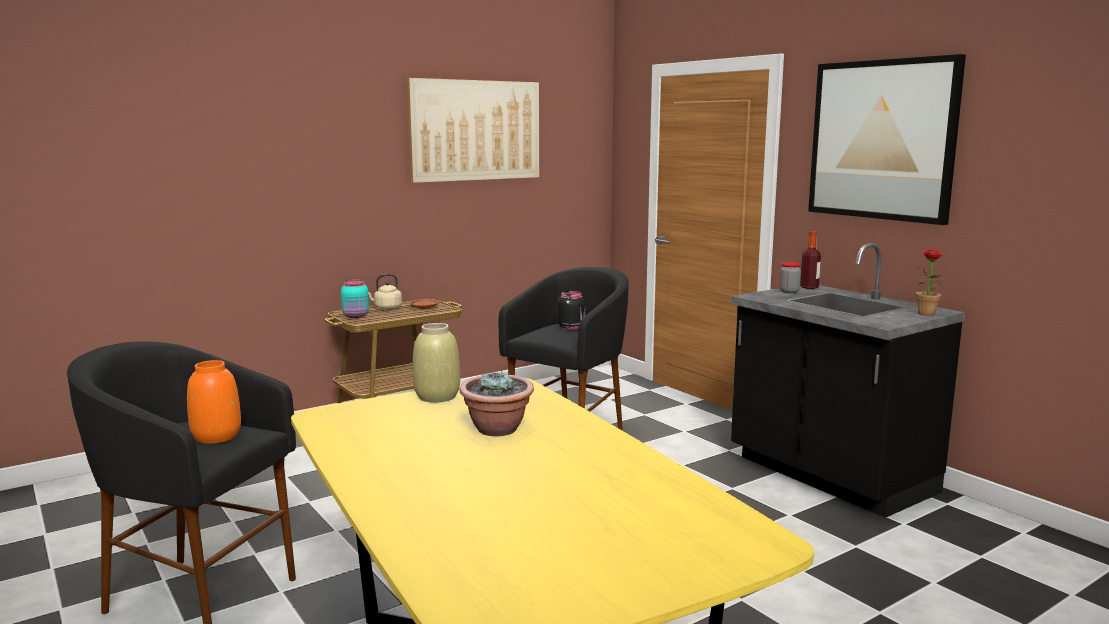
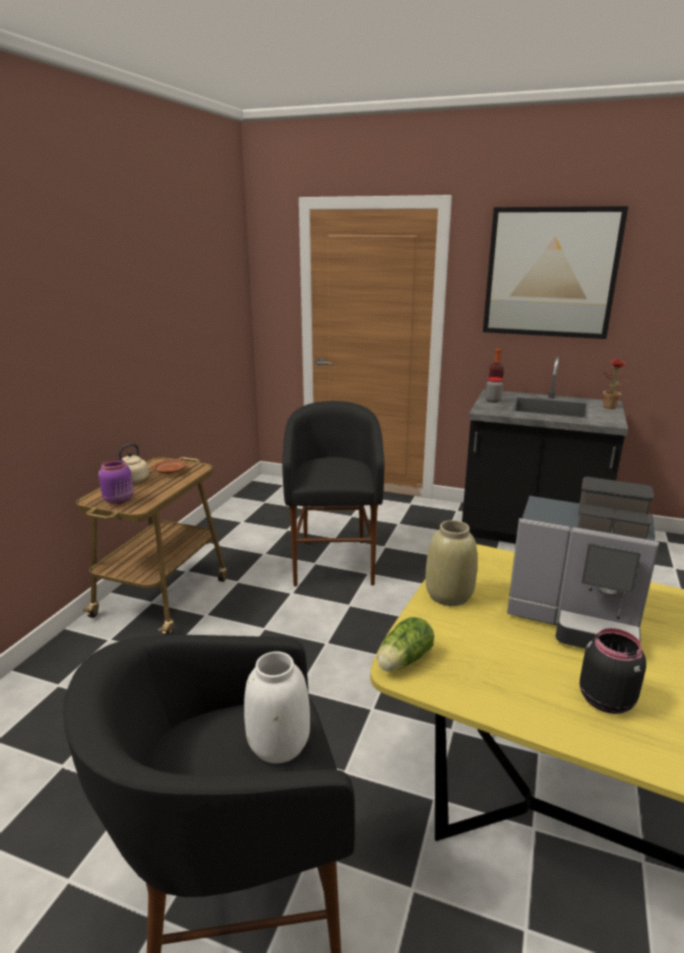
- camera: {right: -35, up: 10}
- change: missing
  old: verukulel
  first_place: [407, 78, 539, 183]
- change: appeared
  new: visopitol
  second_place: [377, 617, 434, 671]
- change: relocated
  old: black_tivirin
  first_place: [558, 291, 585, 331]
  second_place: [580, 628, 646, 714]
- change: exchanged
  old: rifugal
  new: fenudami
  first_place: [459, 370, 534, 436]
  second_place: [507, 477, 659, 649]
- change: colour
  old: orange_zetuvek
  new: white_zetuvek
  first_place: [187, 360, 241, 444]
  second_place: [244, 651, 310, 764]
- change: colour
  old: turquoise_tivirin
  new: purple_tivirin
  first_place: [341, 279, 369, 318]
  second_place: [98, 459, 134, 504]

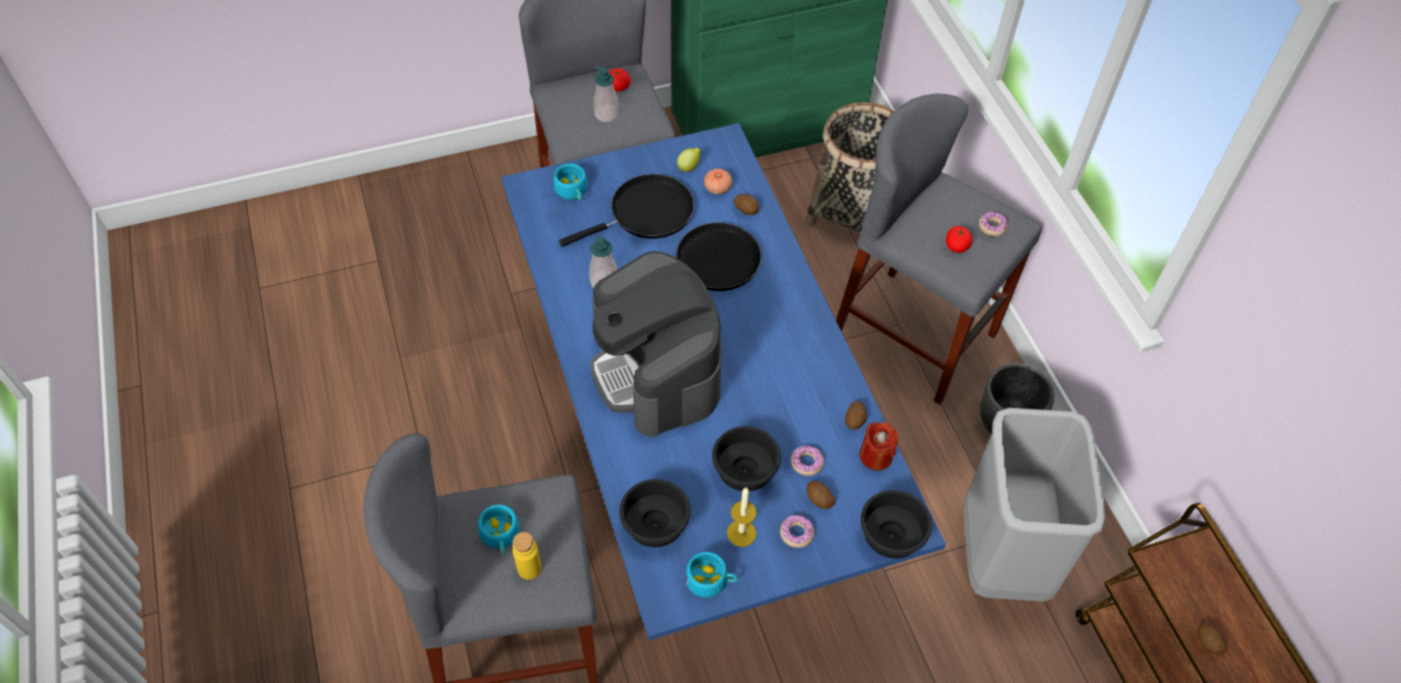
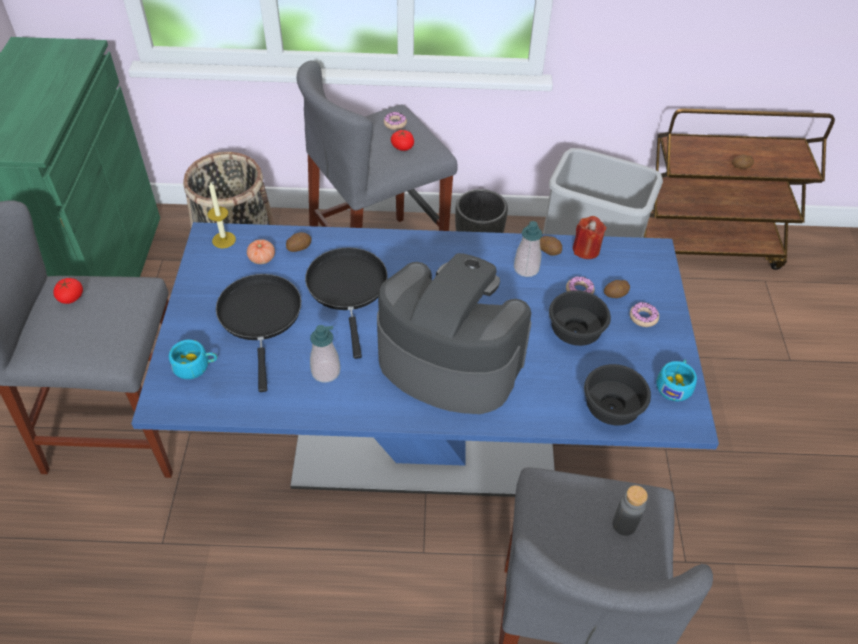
- camera: {right: -70, up: -5}
- change: missing
  old: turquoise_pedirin
  first_place: [478, 504, 520, 555]
- change: missing
  old: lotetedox
  first_place: [677, 148, 701, 172]
- change: missing
  old: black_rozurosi
  first_place: [860, 490, 932, 559]
- change: relocated
  old: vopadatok
  first_place: [594, 66, 619, 122]
  second_place: [514, 221, 542, 277]
- change: relocated
  old: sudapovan
  first_place: [727, 488, 757, 547]
  second_place: [208, 181, 236, 248]
- change: colour
  old: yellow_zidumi
  new: grey_zidumi
  first_place: [513, 532, 542, 580]
  second_place: [612, 485, 648, 536]
- change: spun
  old: fenudami
  first_place: [590, 251, 722, 437]
  second_place: [377, 253, 531, 414]
  degrees: -150

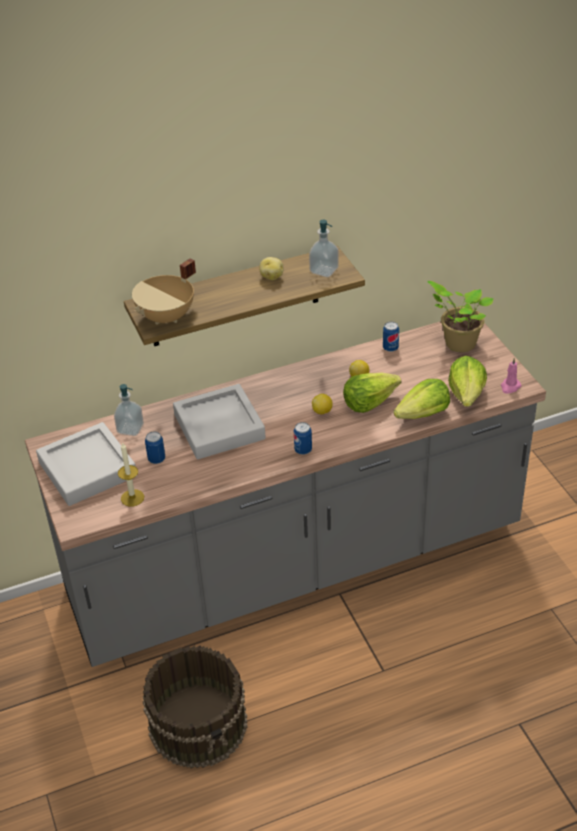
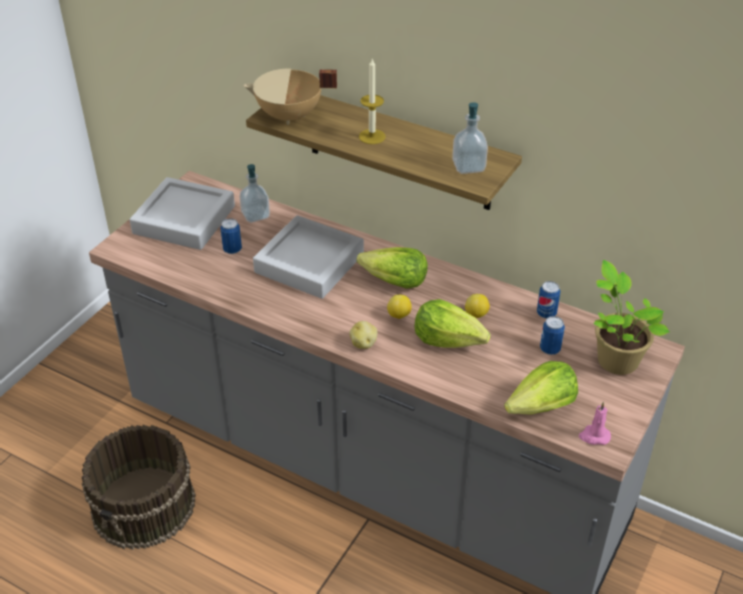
- camera: {right: 50, up: 0}
- change: relocated
  old: sudapovan
  first_place: [118, 443, 144, 507]
  second_place: [359, 59, 386, 144]
- change: relocated
  old: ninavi
  first_place: [259, 257, 283, 280]
  second_place: [349, 321, 377, 349]
- change: relocated
  old: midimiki
  first_place: [294, 422, 312, 455]
  second_place: [540, 316, 565, 355]
- change: relocated
  old: visopitol
  first_place: [393, 379, 450, 419]
  second_place: [356, 247, 428, 289]

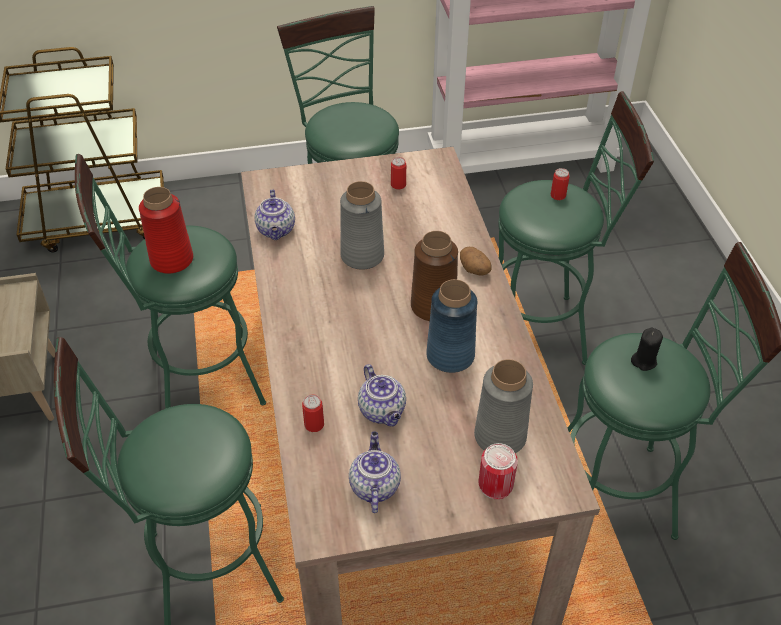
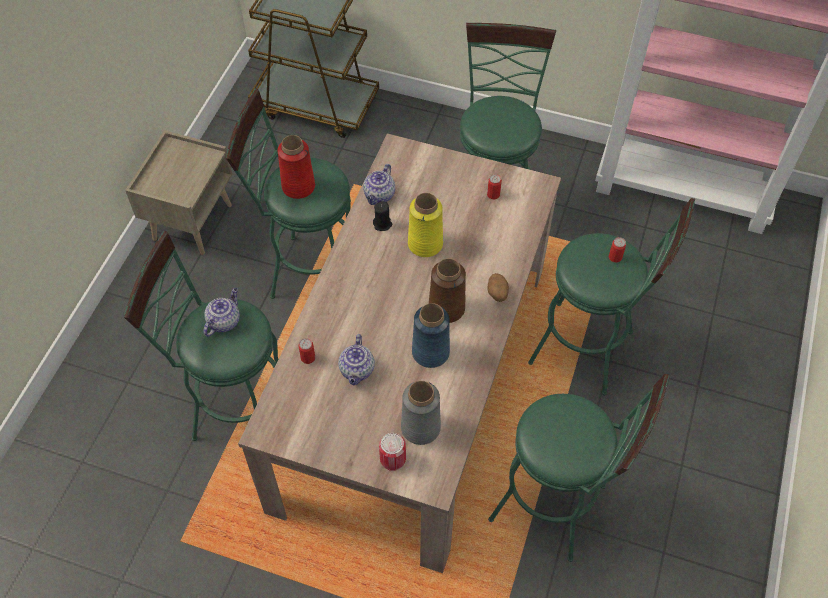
- camera: {right: 30, up: 10}
- change: relocated
  old: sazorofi
  first_place: [349, 431, 401, 513]
  second_place: [203, 288, 240, 337]
- change: relocated
  old: black_sudapovan
  first_place: [631, 328, 663, 371]
  second_place: [373, 201, 392, 231]
- change: colour
  old: grey_zetuvek
  new: yellow_zetuvek
  first_place: [340, 181, 384, 270]
  second_place: [408, 193, 443, 257]

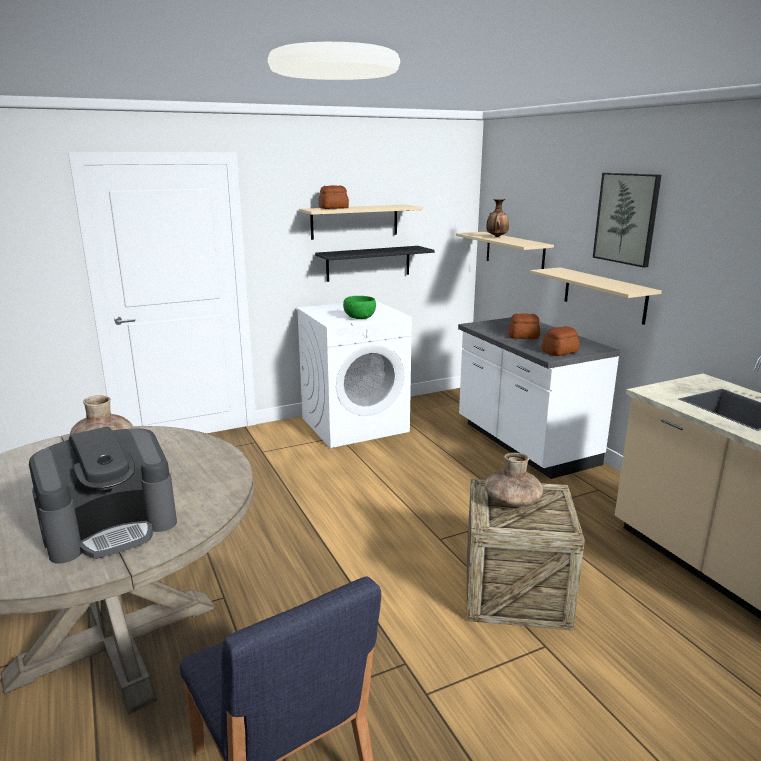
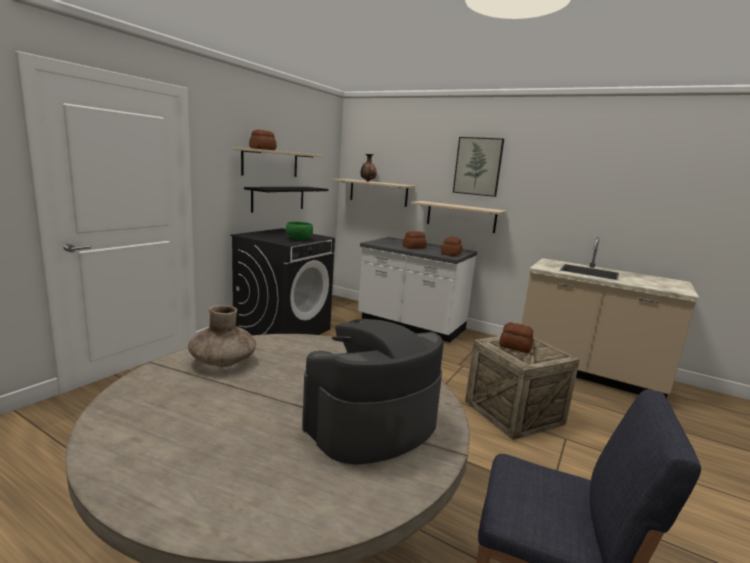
- camera: {right: -35, up: -5}
- change: exchanged
  old: brown_zetuvek
  new: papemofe
  first_place: [485, 453, 543, 507]
  second_place: [499, 322, 534, 353]
- change: colour
  old: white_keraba
  new: black_keraba
  first_place: [297, 300, 412, 448]
  second_place: [230, 228, 335, 335]
- change: spun
  old: fenudami
  first_place: [29, 427, 177, 563]
  second_place: [302, 319, 444, 465]
  degrees: -150

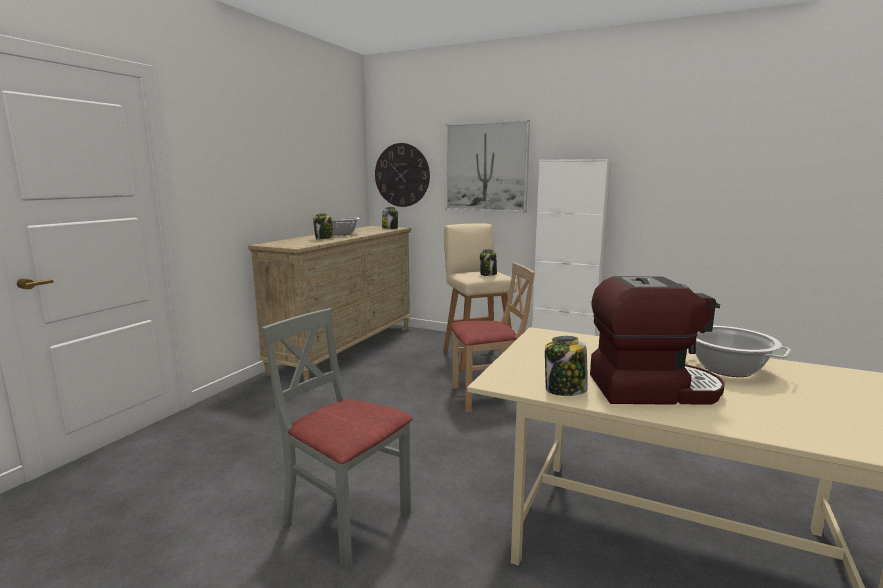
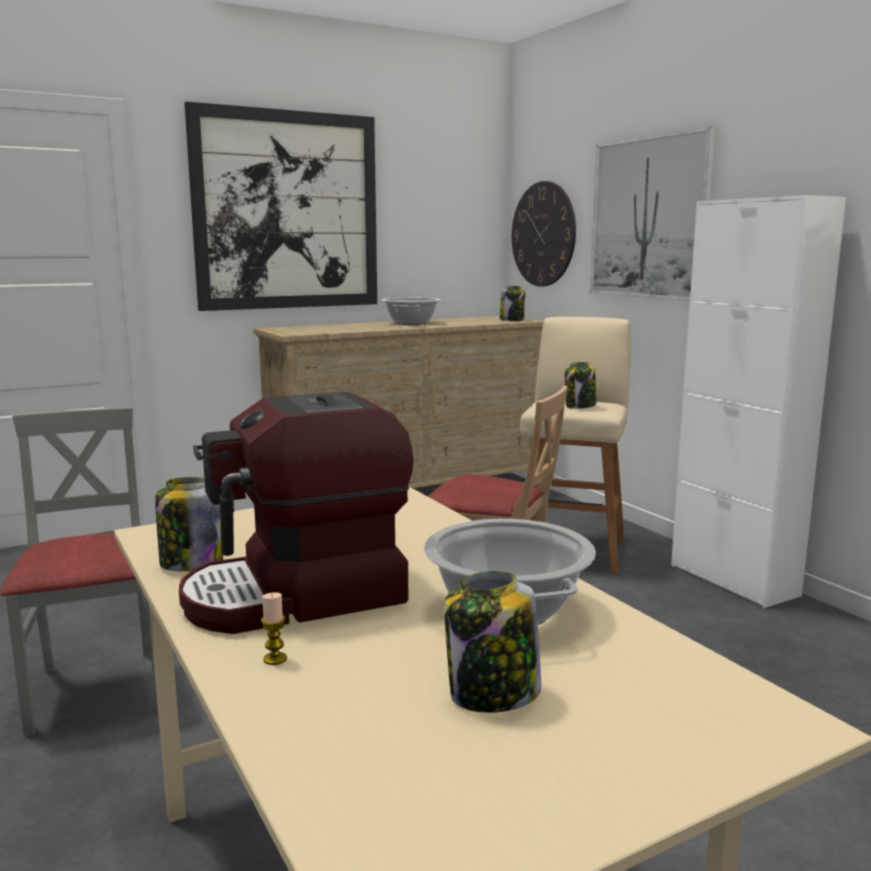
- camera: {right: 35, up: 0}
- change: appeared
  new: verukulel
  second_place: [184, 102, 377, 311]
- change: appeared
  new: sudapovan
  second_place: [261, 592, 287, 665]
- change: relocated
  old: tivirin
  first_place: [313, 213, 334, 240]
  second_place: [444, 571, 541, 713]
- change: spun
  old: fenudami
  first_place: [590, 276, 725, 405]
  second_place: [179, 392, 414, 634]
  degrees: 120

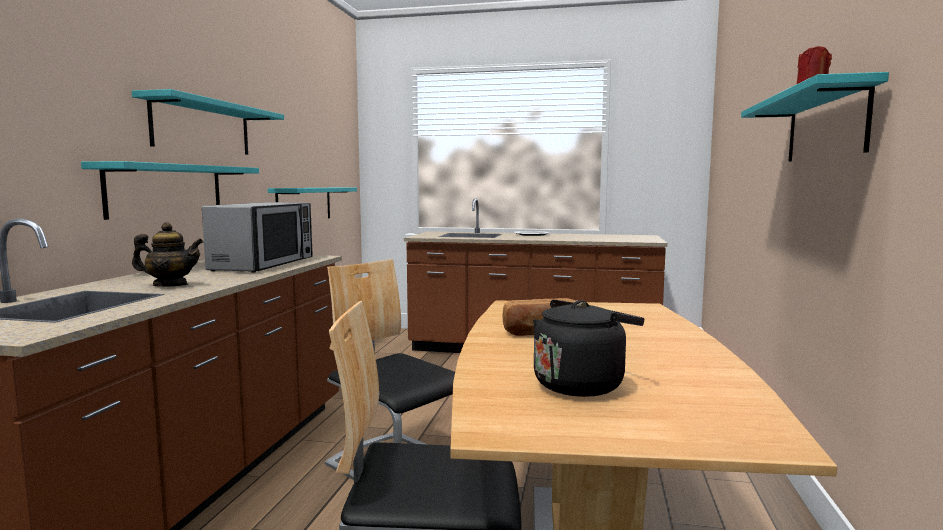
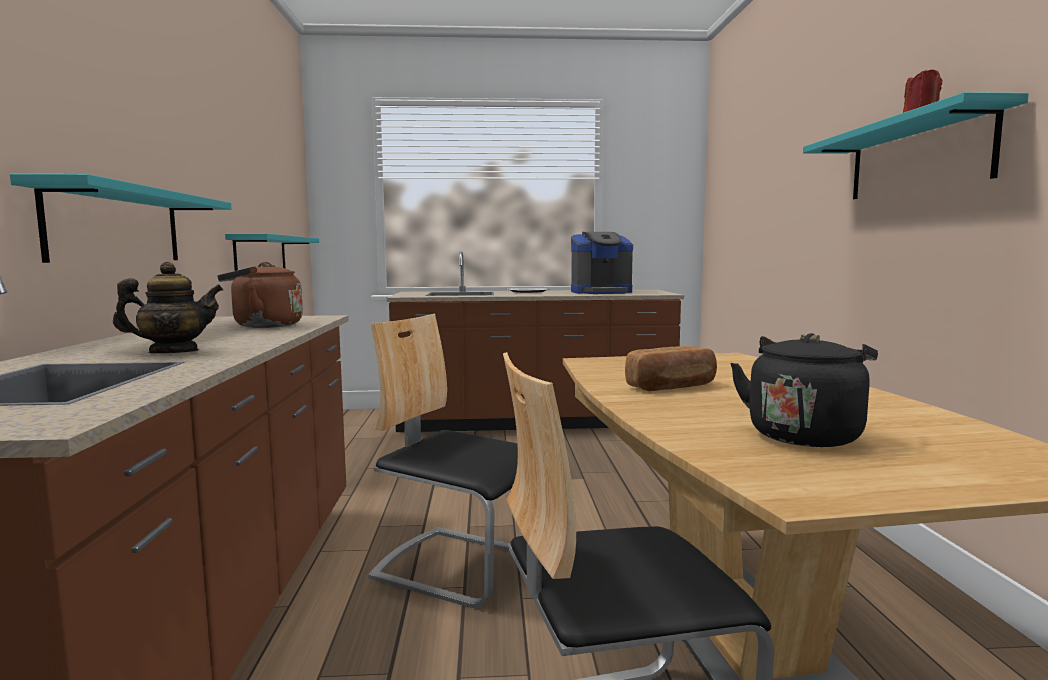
- camera: {right: -15, up: 0}
- change: missing
  old: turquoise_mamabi
  first_place: [132, 89, 284, 155]
- change: appeared
  new: fenudami
  second_place: [571, 232, 633, 294]
- change: exchanged
  old: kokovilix
  new: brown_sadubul
  first_place: [202, 202, 313, 273]
  second_place: [218, 262, 303, 328]

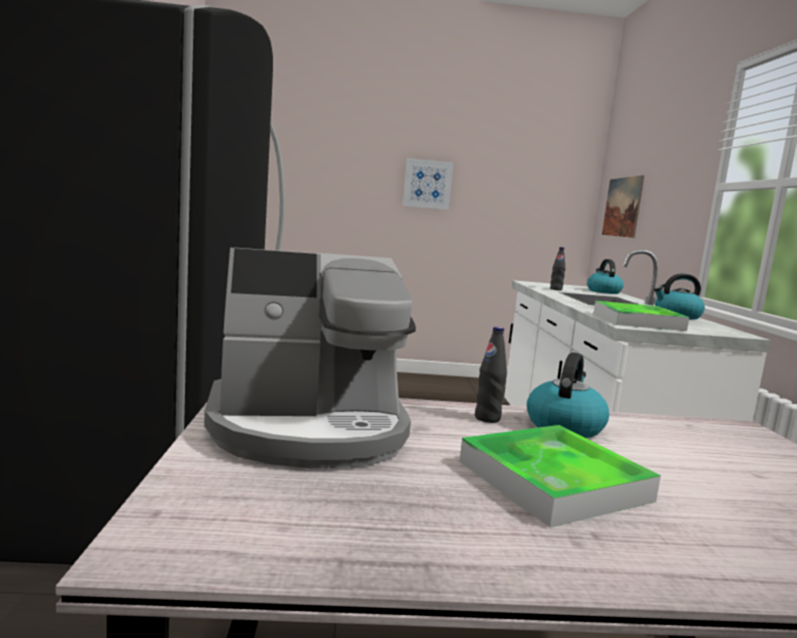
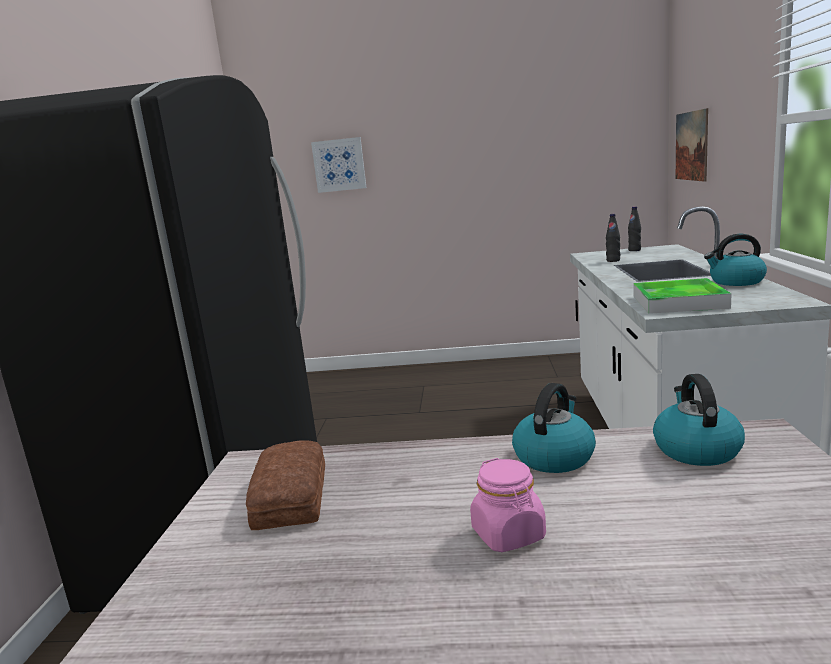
- camera: {right: 10, up: 5}
- change: relocated
  old: verukulel
  first_place: [403, 158, 454, 210]
  second_place: [311, 137, 366, 193]
- change: relocated
  old: black_zidumi
  first_place: [475, 326, 507, 423]
  second_place: [628, 206, 641, 251]
- change: relocated
  old: sadubul
  first_place: [587, 259, 624, 294]
  second_place: [653, 374, 745, 466]
- change: exchanged
  old: fenudami
  new: papemofe
  first_place: [204, 248, 416, 468]
  second_place: [246, 440, 325, 530]
- change: exchanged
  old: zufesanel
  new: pink_tivirin
  first_place: [460, 425, 661, 528]
  second_place: [470, 458, 546, 552]

